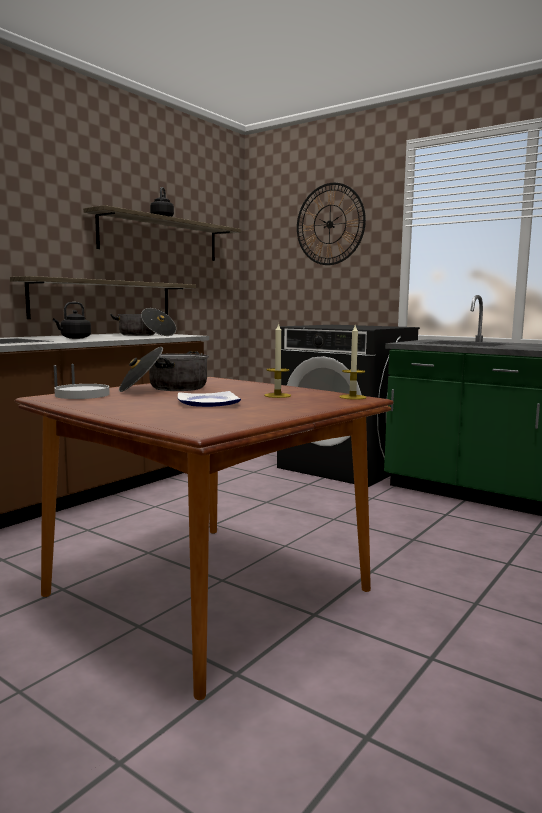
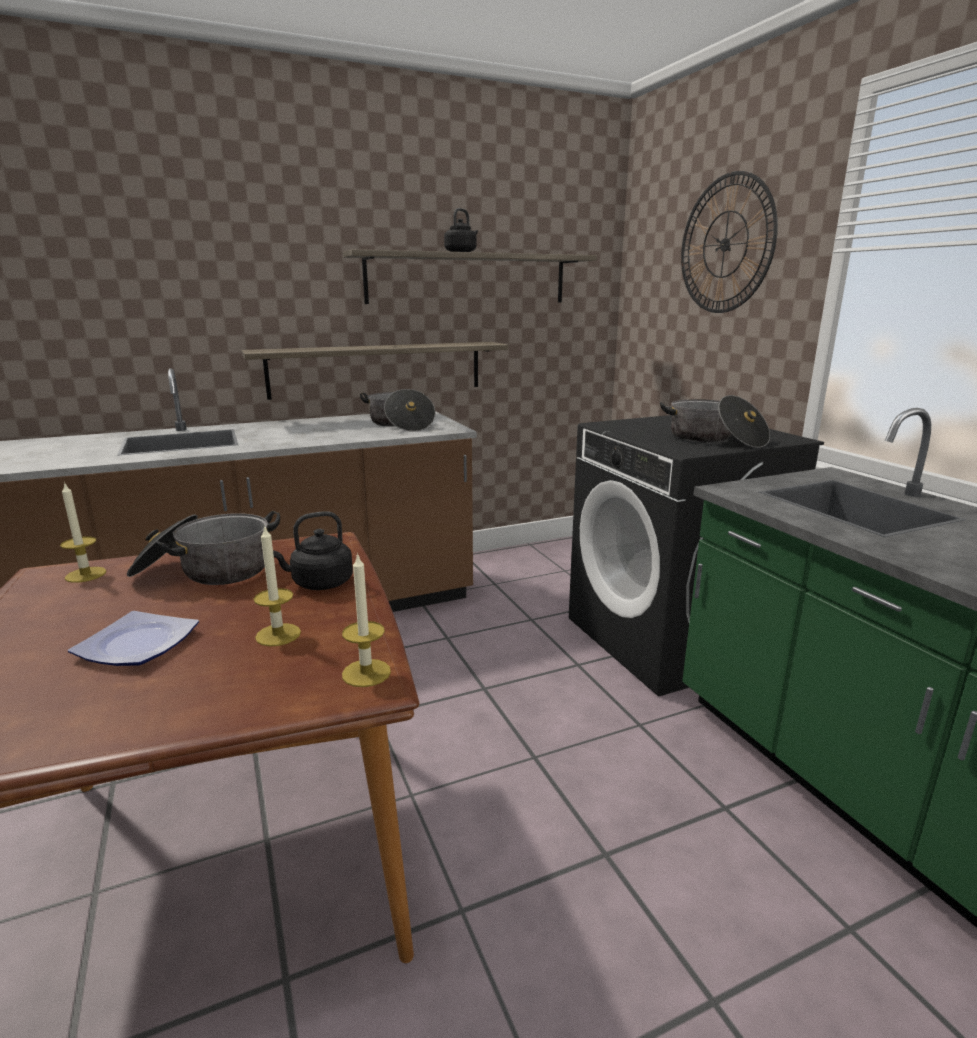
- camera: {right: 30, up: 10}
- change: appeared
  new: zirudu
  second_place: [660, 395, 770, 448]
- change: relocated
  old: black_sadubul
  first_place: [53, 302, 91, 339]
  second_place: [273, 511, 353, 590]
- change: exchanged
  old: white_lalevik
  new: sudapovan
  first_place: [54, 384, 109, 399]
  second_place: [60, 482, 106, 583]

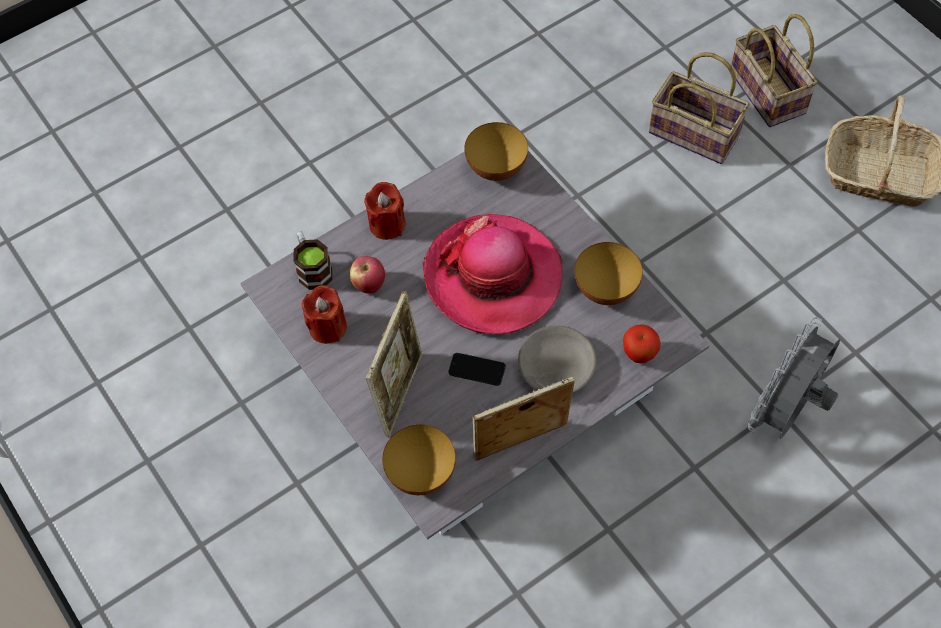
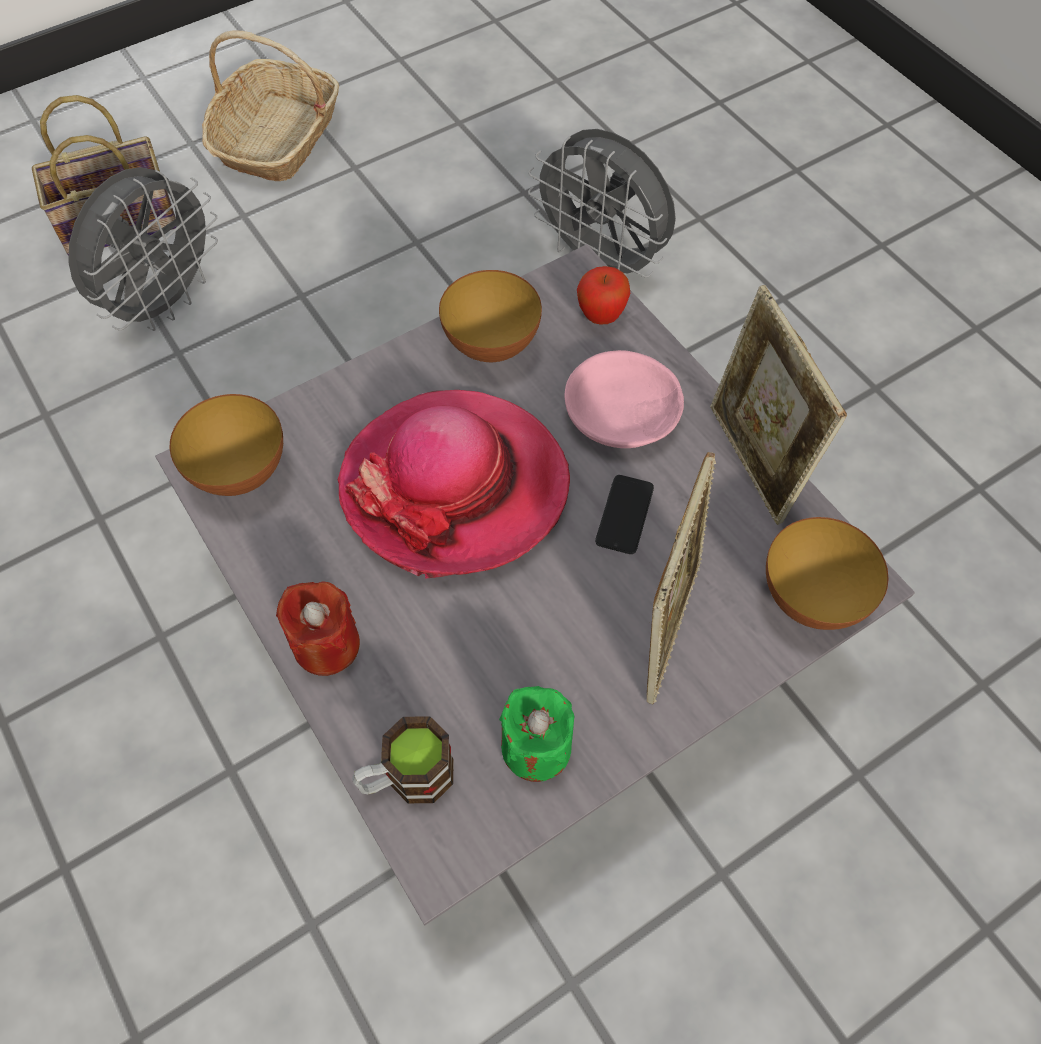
- camera: {right: -90, up: 0}
- change: missing
  old: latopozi
  first_place: [350, 256, 385, 294]
- change: exchanged
  old: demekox
  new: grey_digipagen
  first_place: [649, 52, 749, 164]
  second_place: [68, 167, 218, 331]
- change: colour
  old: red_sudapovan
  new: green_sudapovan
  first_place: [301, 285, 347, 344]
  second_place: [499, 686, 575, 782]
- change: colour
  old: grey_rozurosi
  new: pink_rozurosi
  first_place: [518, 325, 597, 393]
  second_place: [564, 350, 684, 448]
- change: spun
  old: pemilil
  first_place: [366, 291, 423, 437]
  second_place: [647, 452, 716, 704]
  degrees: 90

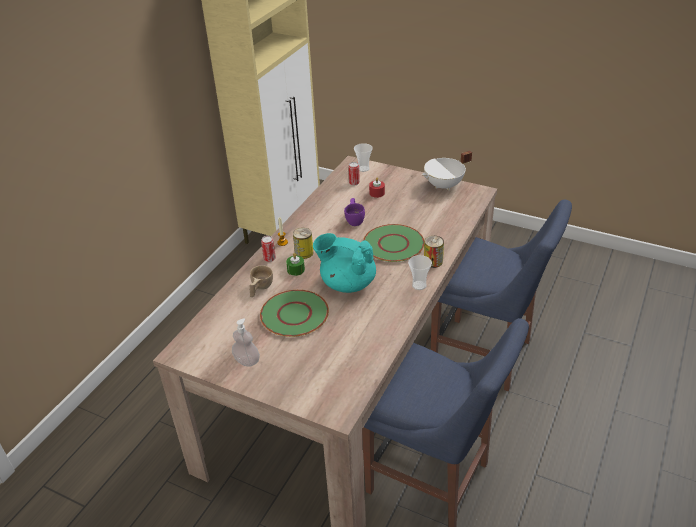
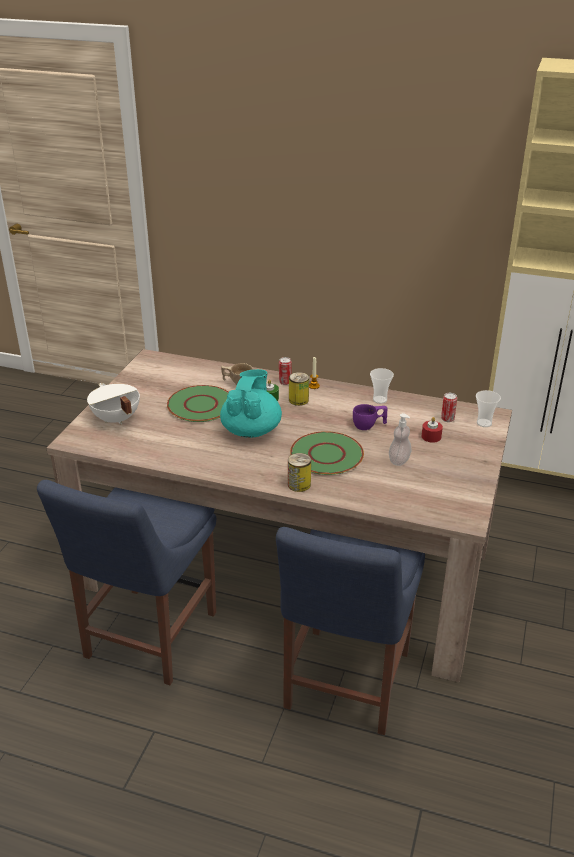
- camera: {right: 80, up: -5}
- change: relocated
  old: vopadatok
  first_place: [232, 318, 260, 367]
  second_place: [389, 413, 411, 466]
- change: relocated
  old: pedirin
  first_place: [408, 255, 432, 290]
  second_place: [370, 368, 394, 404]
- change: relocated
  old: white_zirudu
  first_place: [422, 151, 472, 191]
  second_place: [87, 383, 140, 425]

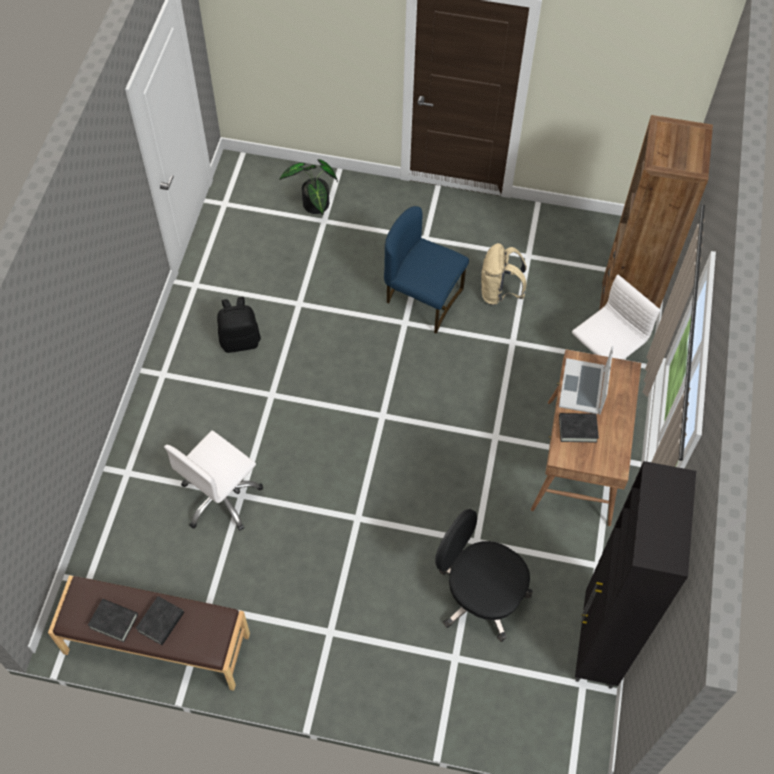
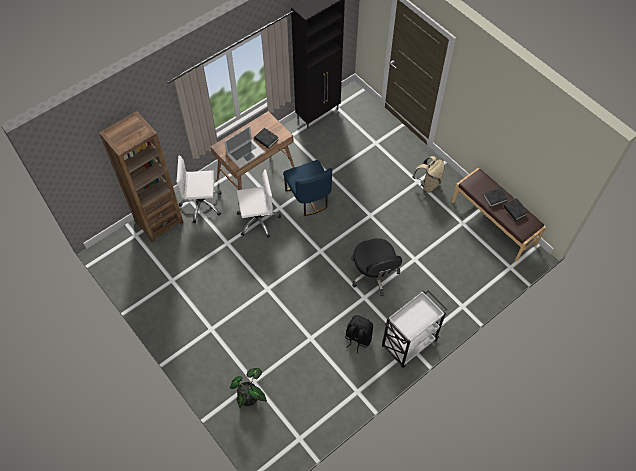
- camera: {right: -140, up: 0}
- change: appeared
  new: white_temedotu
  second_place: [382, 290, 448, 368]
- change: relocated
  old: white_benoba
  first_place: [164, 430, 263, 531]
  second_place: [237, 169, 281, 238]
- change: relocated
  old: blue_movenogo
  first_place: [384, 206, 469, 334]
  second_place: [283, 160, 332, 216]
- change: relocated
  old: black_benoba
  first_place: [435, 509, 533, 642]
  second_place: [351, 238, 402, 296]
- change: relocated
  old: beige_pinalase
  first_place: [481, 243, 527, 305]
  second_place: [412, 156, 444, 193]

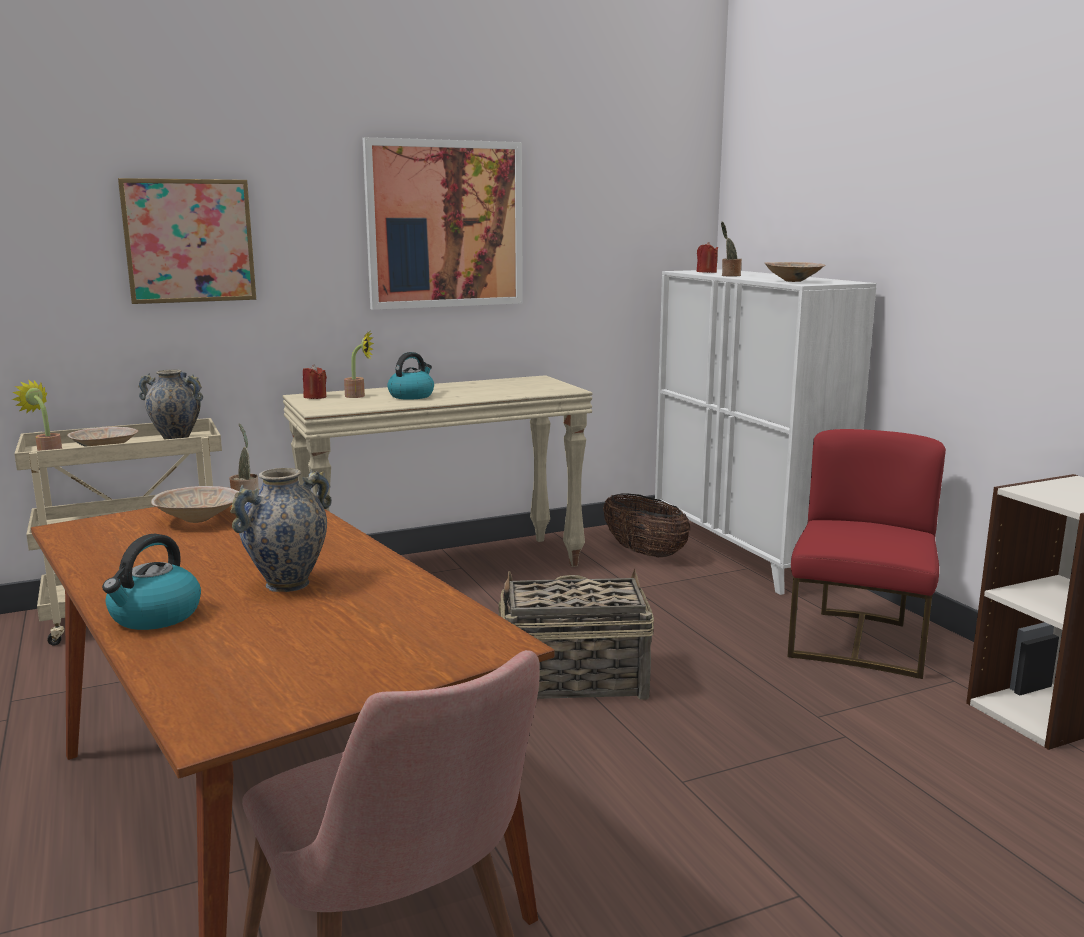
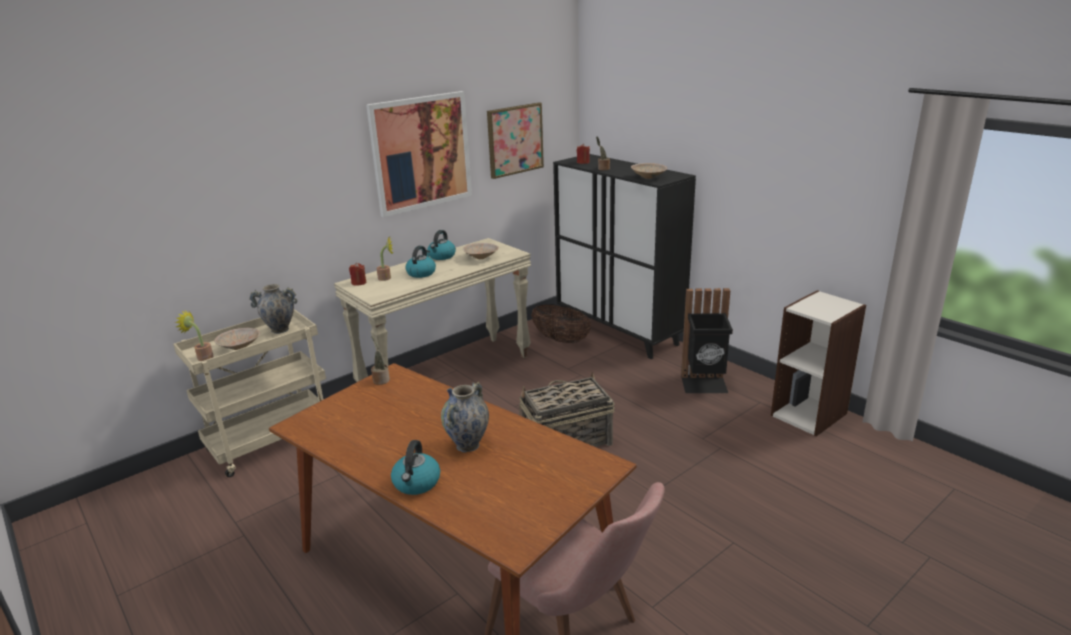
- camera: {right: -15, up: 10}
- change: appeared
  new: sadubul
  second_place: [427, 230, 456, 260]
- change: relocated
  old: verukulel
  first_place: [118, 178, 256, 304]
  second_place: [487, 102, 544, 179]
- change: relocated
  old: beige_rozurosi
  first_place: [151, 486, 239, 523]
  second_place: [463, 243, 499, 259]
- change: exchanged
  old: red_movenogo
  new: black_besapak
  first_place: [787, 429, 946, 679]
  second_place: [681, 288, 733, 393]
- change: colour
  old: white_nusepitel
  new: black_nusepitel
  first_place: [655, 269, 876, 595]
  second_place: [553, 154, 696, 359]

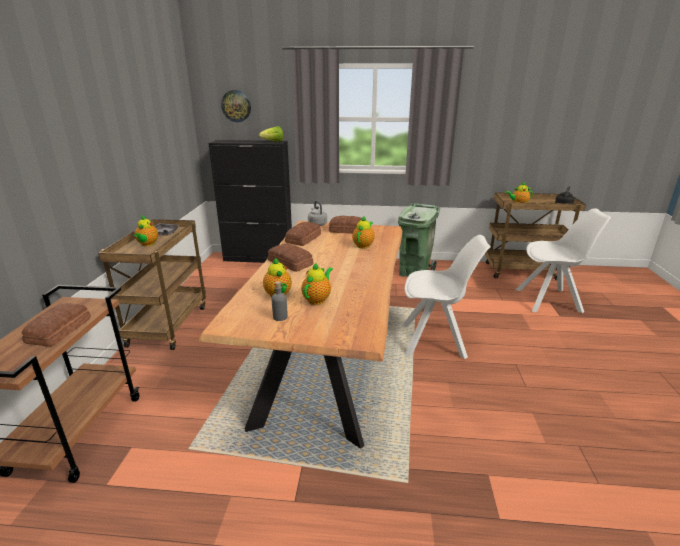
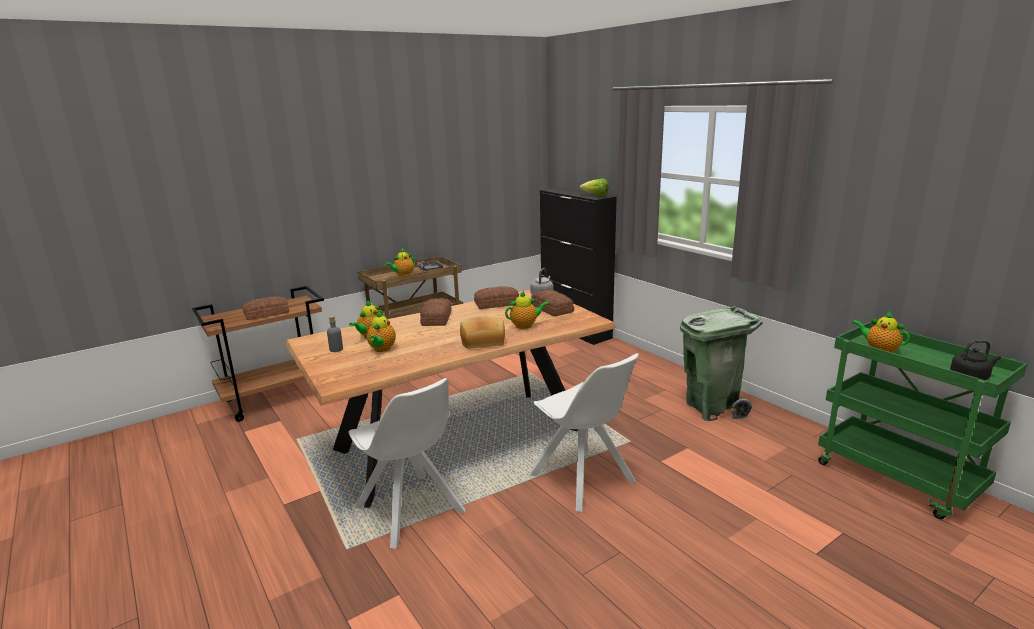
- camera: {right: 50, up: -5}
- change: missing
  old: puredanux
  first_place: [221, 90, 251, 122]
- change: appeared
  new: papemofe
  second_place: [460, 316, 505, 349]
- change: relocated
  old: white_movenogo
  first_place: [516, 208, 611, 313]
  second_place: [349, 378, 465, 549]
- change: colour
  old: brown_temedotu
  new: green_temedotu
  first_place: [485, 192, 586, 280]
  second_place: [818, 322, 1028, 519]
- change: spun
  old: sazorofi
  first_place: [301, 263, 333, 305]
  second_place: [367, 311, 396, 352]
  degrees: 105

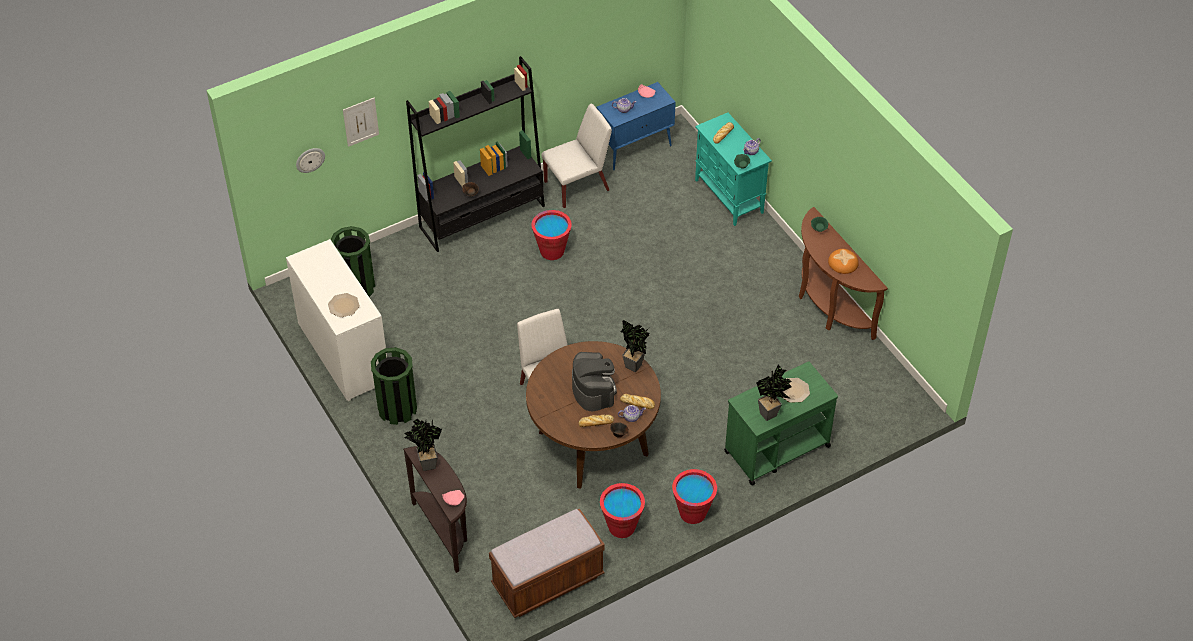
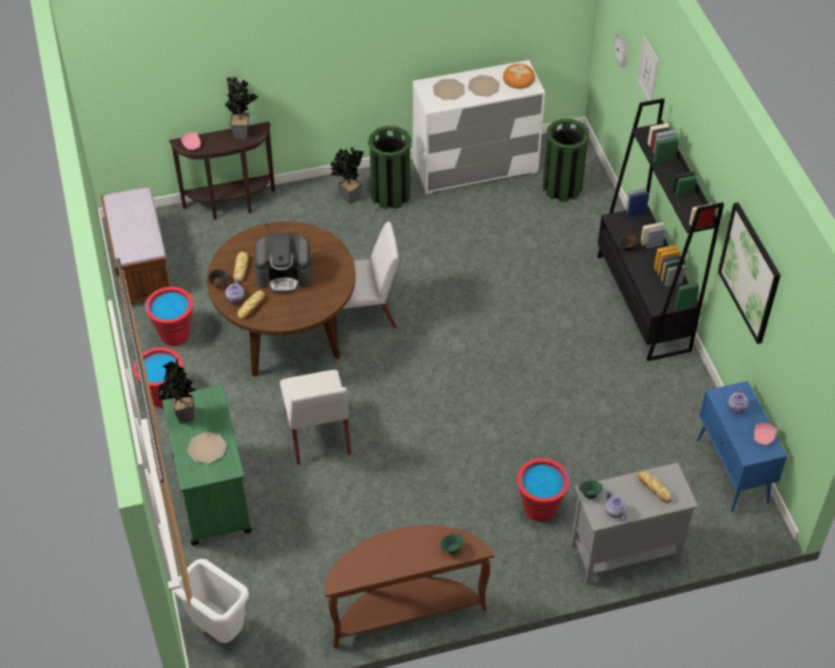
- camera: {right: 105, up: 0}
- change: appeared
  new: white_besapak
  second_place: [174, 559, 249, 643]
- change: appeared
  new: lalevik
  second_place: [468, 75, 500, 97]
- change: appeared
  new: verukulel
  second_place: [718, 202, 781, 344]
- change: relocated
  old: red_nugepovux
  first_place: [531, 210, 572, 260]
  second_place: [517, 458, 570, 522]
- change: relocated
  old: white_movenogo
  first_place: [541, 103, 612, 208]
  second_place: [280, 370, 351, 465]
- change: relocated
  old: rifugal
  first_place: [621, 320, 650, 372]
  second_place: [330, 147, 364, 204]
- change: relocated
  old: papemofe
  first_place: [828, 249, 859, 274]
  second_place: [503, 64, 535, 89]
- change: colour
  old: turquoise_nusepitel
  new: grey_nusepitel
  first_place: [695, 113, 772, 226]
  second_place: [571, 463, 698, 584]

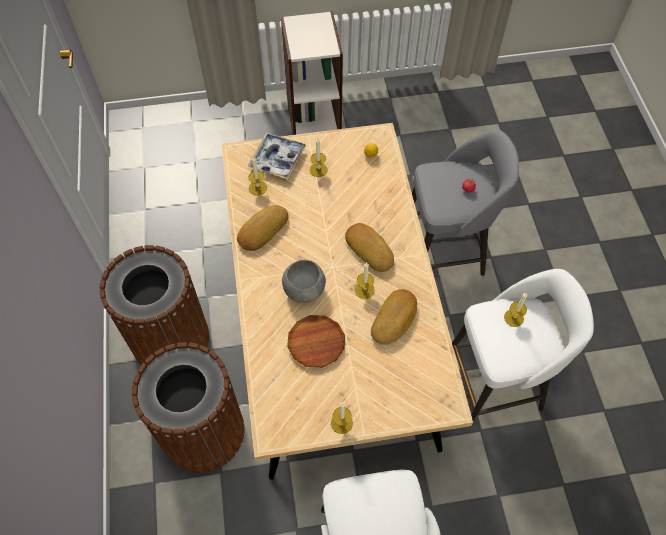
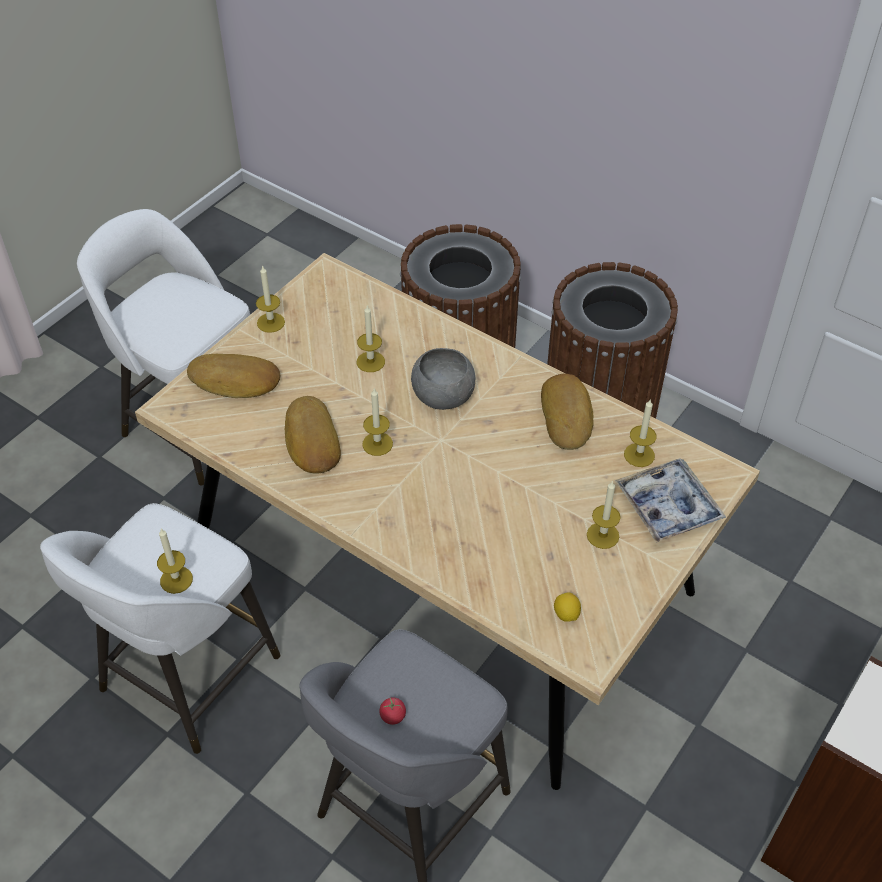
- camera: {right: 135, up: -10}
- change: relocated
  old: papemofe
  first_place: [345, 223, 394, 272]
  second_place: [187, 354, 280, 398]
- change: exchanged
  old: brown_lalevik
  new: sudapovan
  first_place: [287, 315, 345, 368]
  second_place: [357, 306, 385, 372]

